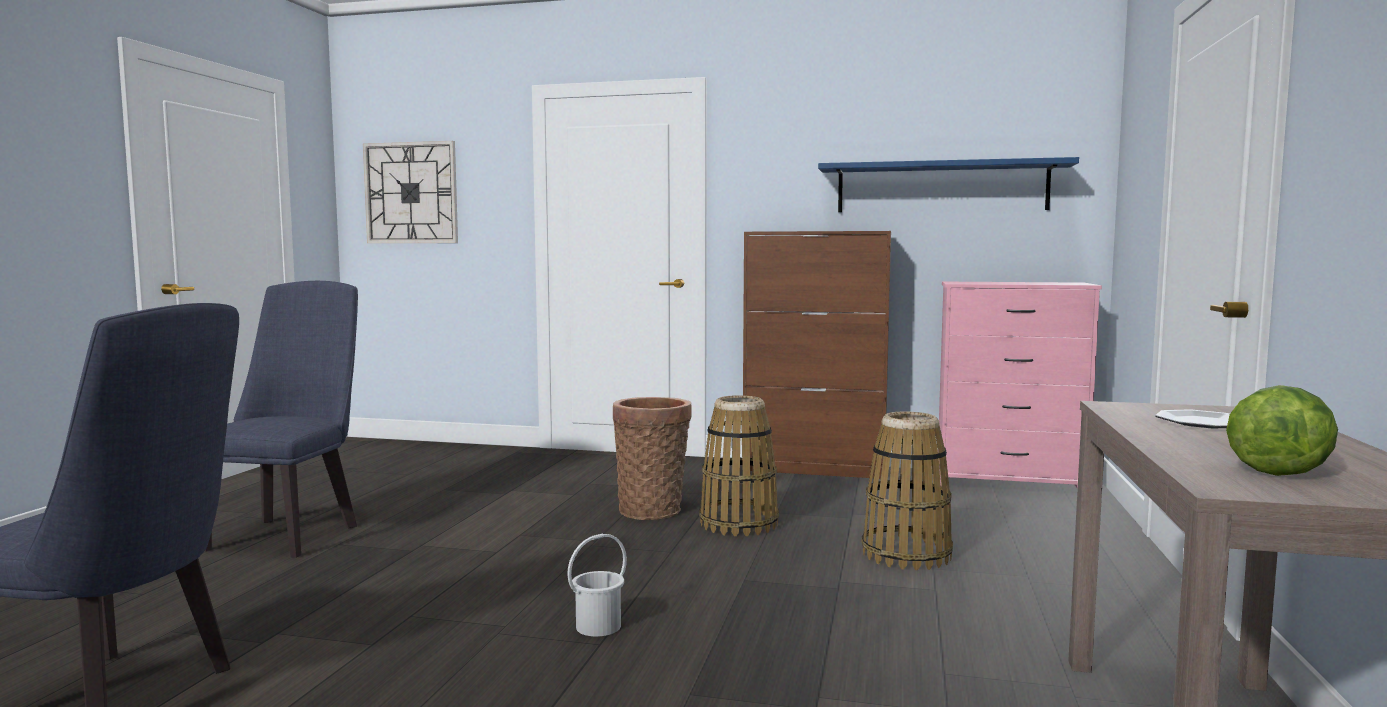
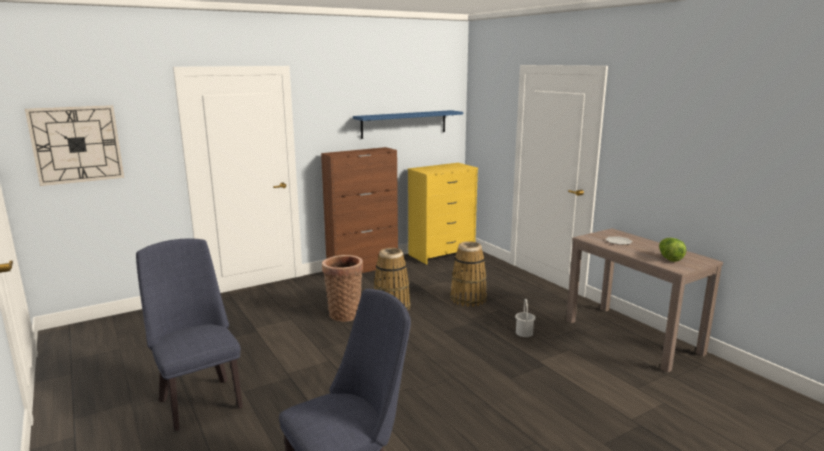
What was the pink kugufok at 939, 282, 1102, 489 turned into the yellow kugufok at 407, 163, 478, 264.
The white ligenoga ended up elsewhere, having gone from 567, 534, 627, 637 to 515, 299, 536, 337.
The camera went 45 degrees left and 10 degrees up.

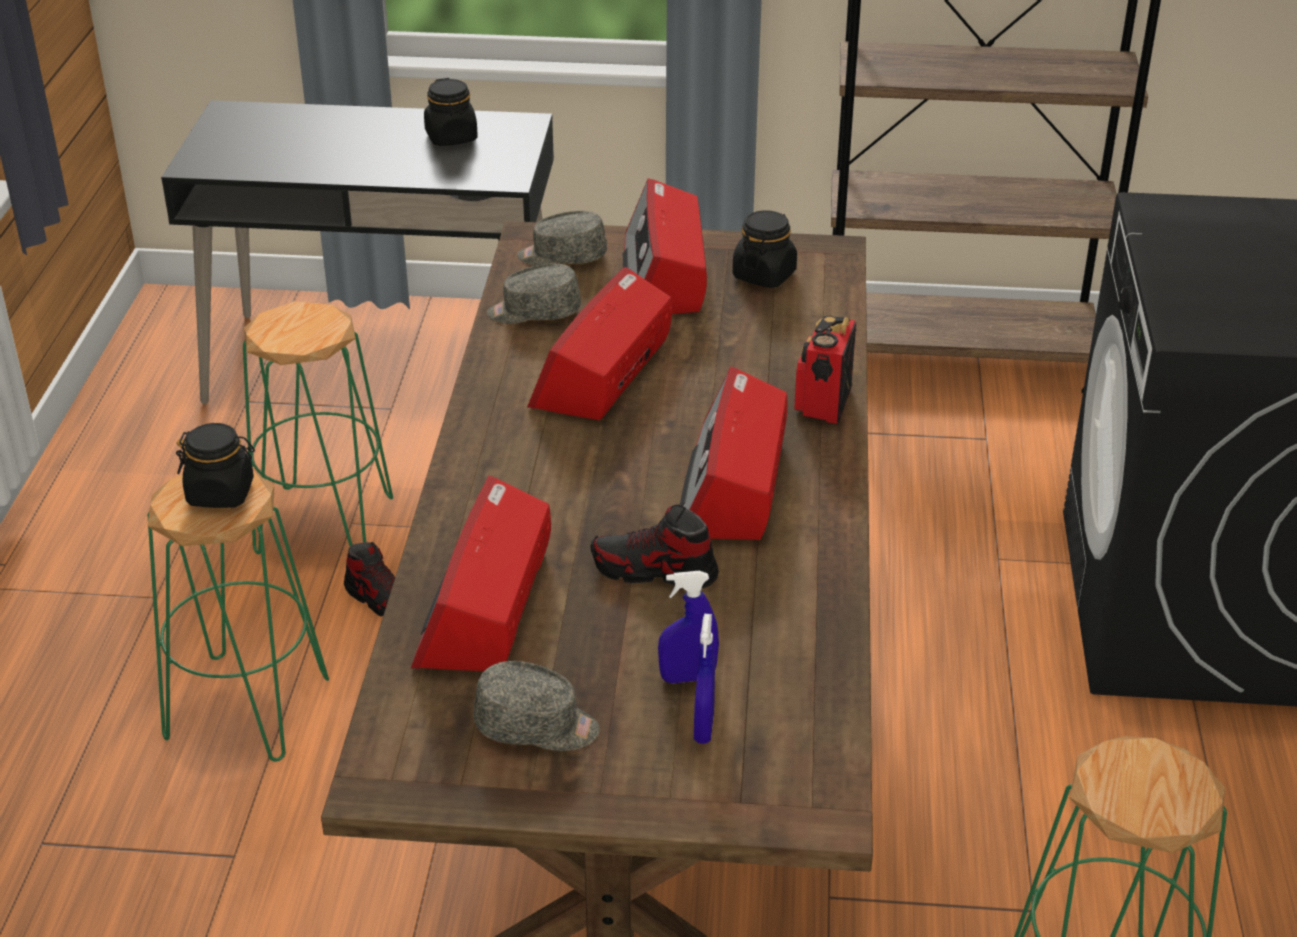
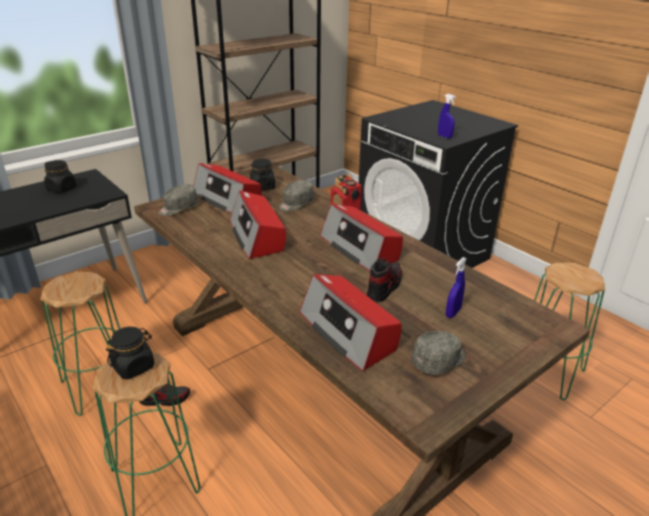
The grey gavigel ended up elsewhere, having gone from 487, 263, 581, 324 to 279, 180, 314, 212.
The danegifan at 590, 504, 719, 588 ended up facing another way, 150 degrees clockwise from before.
The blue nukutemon ended up elsewhere, having gone from 694, 614, 715, 744 to 438, 94, 456, 139.
The camera went 45 degrees left and 5 degrees down.

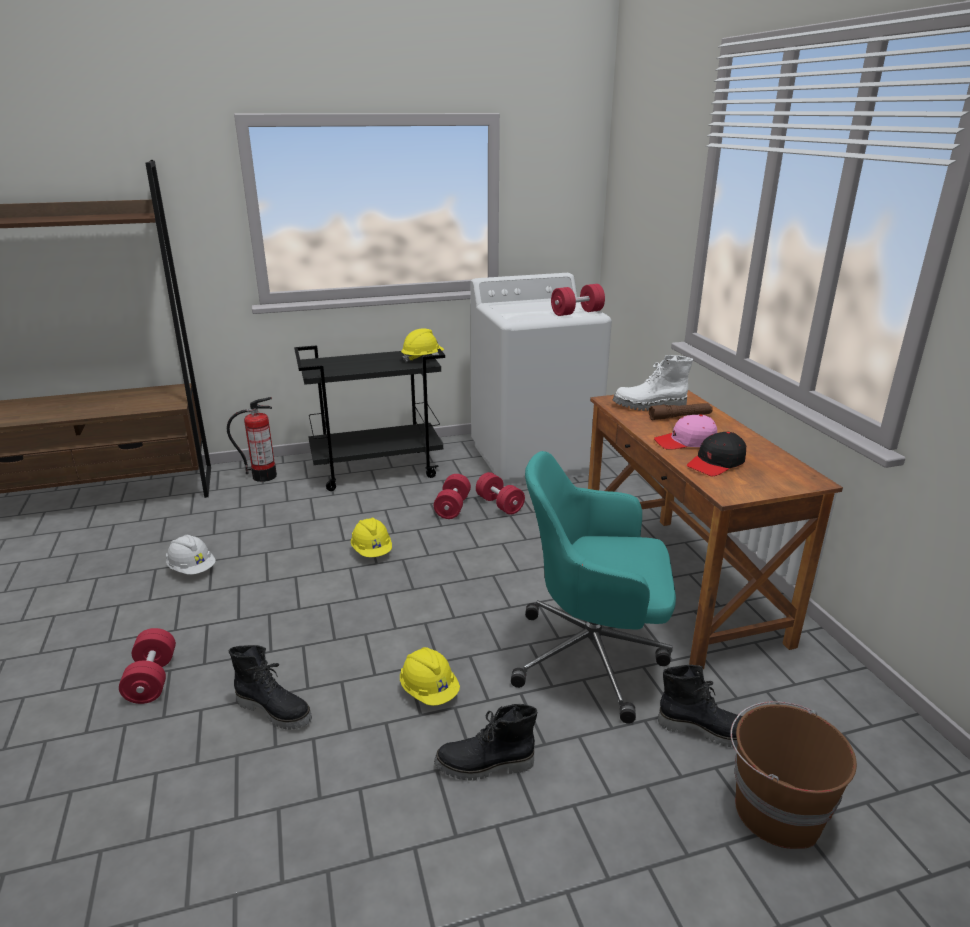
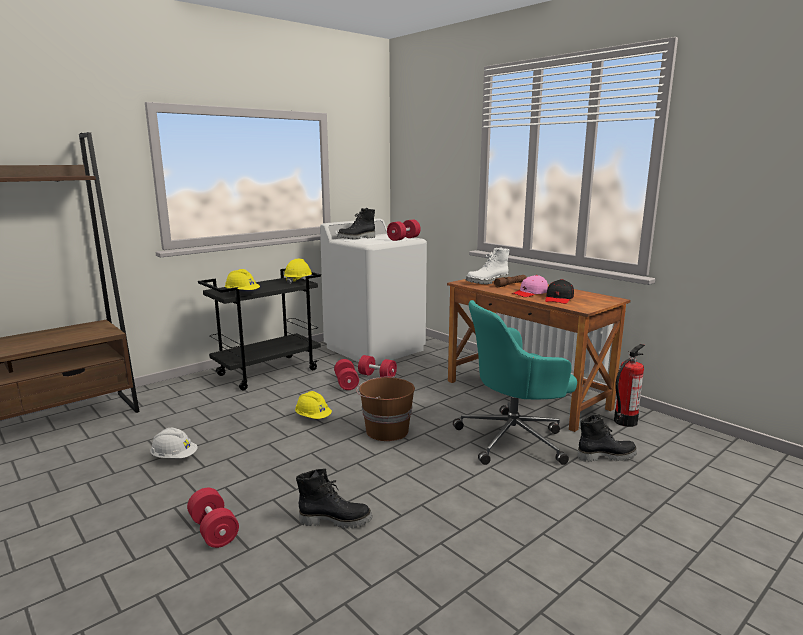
The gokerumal ended up elsewhere, having gone from 227, 397, 277, 482 to 614, 344, 645, 427.
The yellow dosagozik ended up elsewhere, having gone from 400, 647, 460, 706 to 225, 269, 260, 292.
The brown ligenoga ended up elsewhere, having gone from 730, 701, 857, 849 to 356, 376, 415, 441.
The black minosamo ended up elsewhere, having gone from 434, 704, 537, 781 to 337, 208, 375, 239.
The camera went 25 degrees left and 10 degrees down.

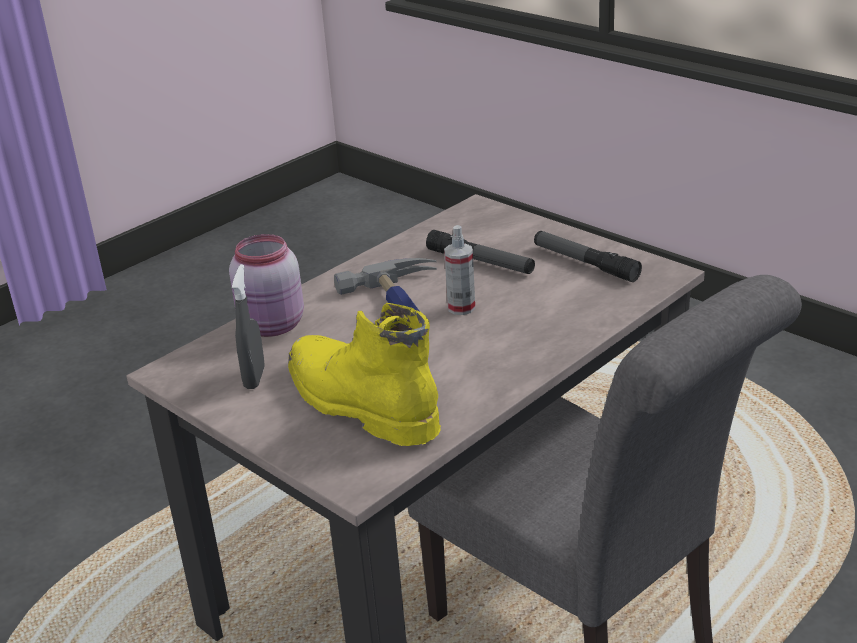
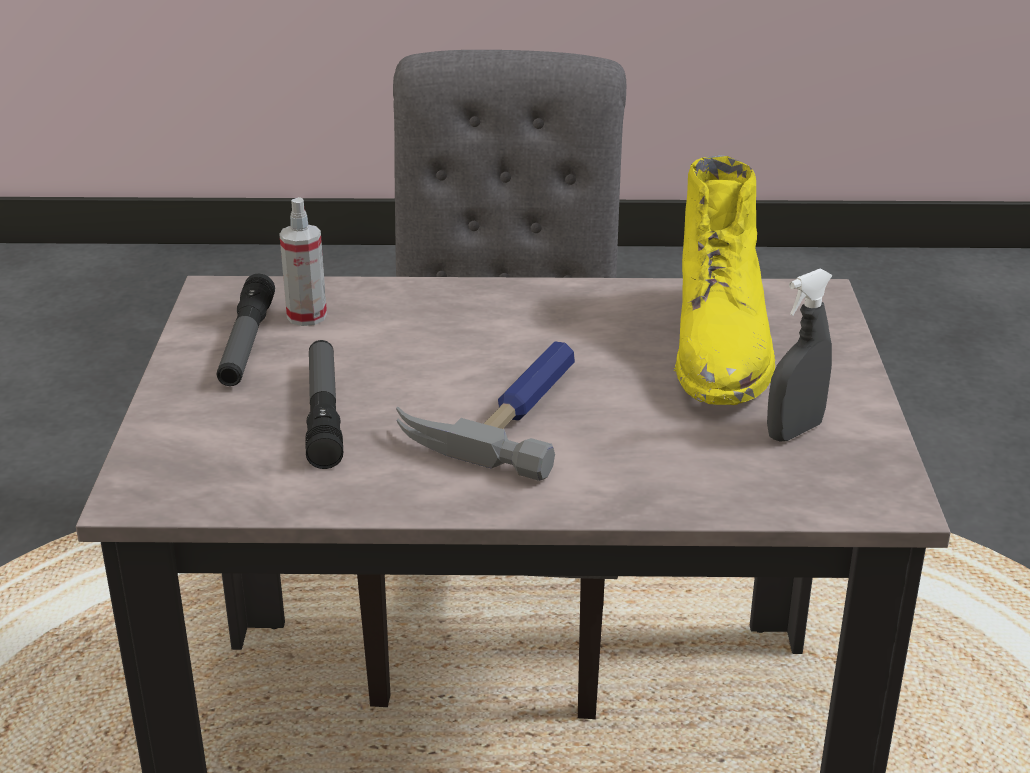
The nukutemon ended up elsewhere, having gone from 444, 225, 475, 315 to 279, 197, 327, 326.
The second view lost the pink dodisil at 229, 234, 304, 337.
The camera went 135 degrees left and 0 degrees up.

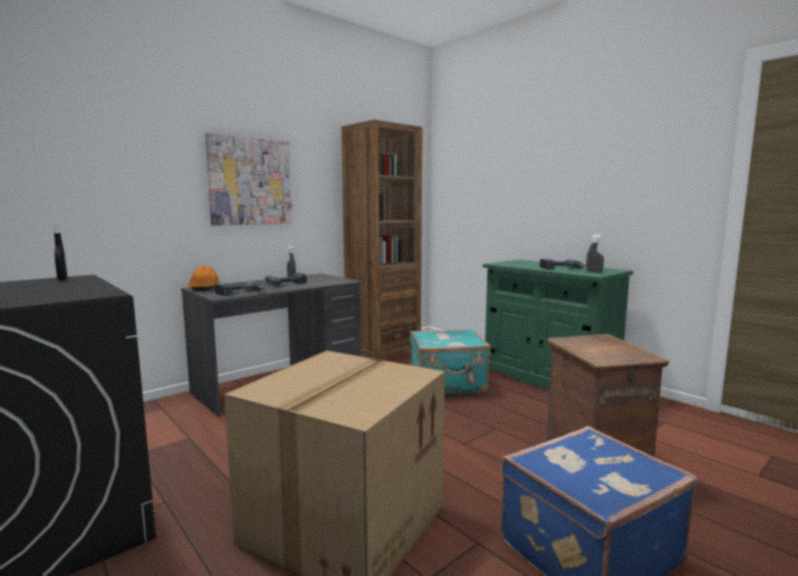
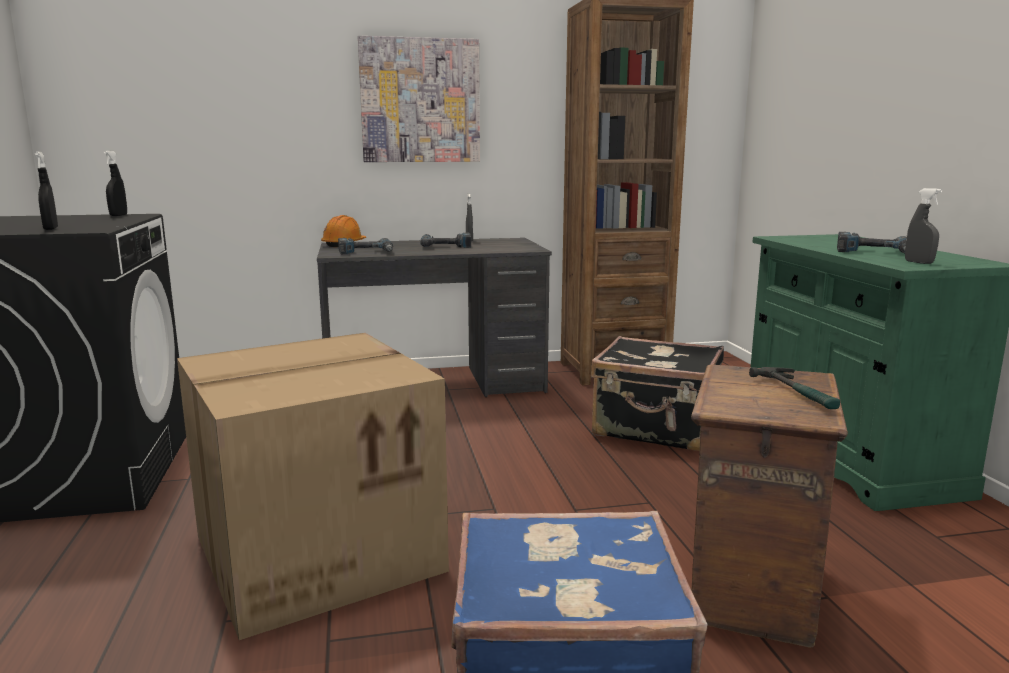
What was the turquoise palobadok at 410, 329, 491, 394 turned into the black palobadok at 591, 336, 724, 451.
The second view gained the black nukutemon at 35, 151, 58, 230.
The second view gained the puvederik at 749, 367, 840, 409.
The camera went 30 degrees right and 5 degrees up.

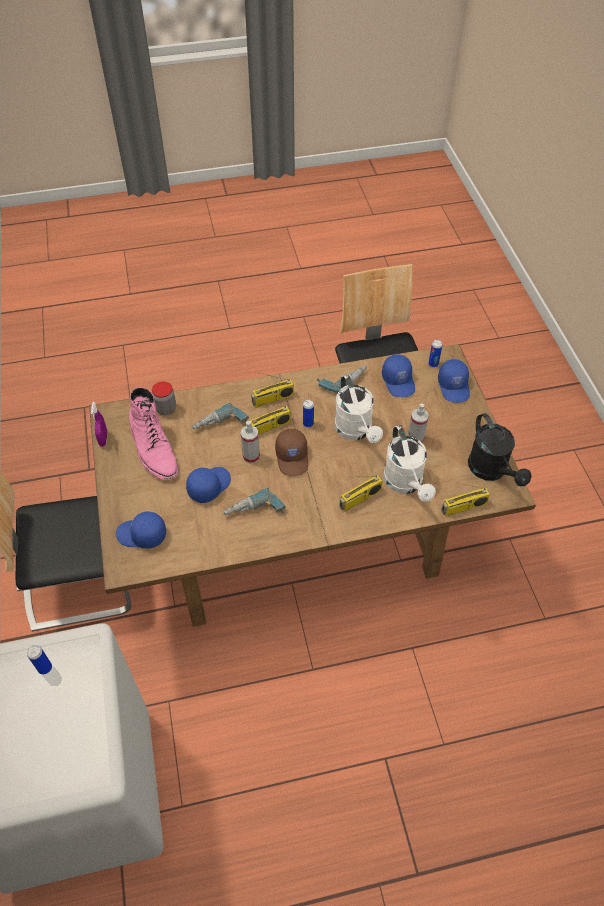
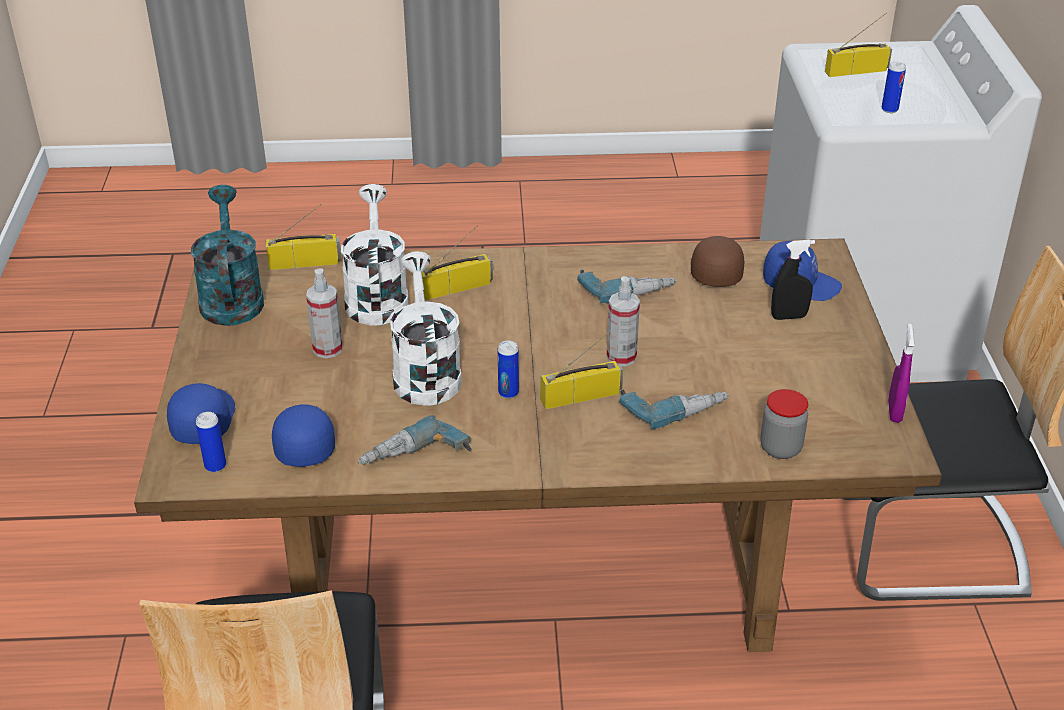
The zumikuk ended up elsewhere, having gone from 251, 372, 294, 407 to 825, 13, 892, 77.
The second view lost the pink minosamo at 129, 387, 179, 480.
What was the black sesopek at 468, 413, 532, 487 turned into the turquoise sesopek at 191, 185, 264, 326.
The brown gavigel ended up elsewhere, having gone from 275, 429, 308, 476 to 691, 236, 744, 287.
The second view lost the blue gavigel at 186, 467, 231, 503.
The second view gained the black nukutemon at 771, 240, 815, 320.
The camera went 170 degrees left and 15 degrees down.

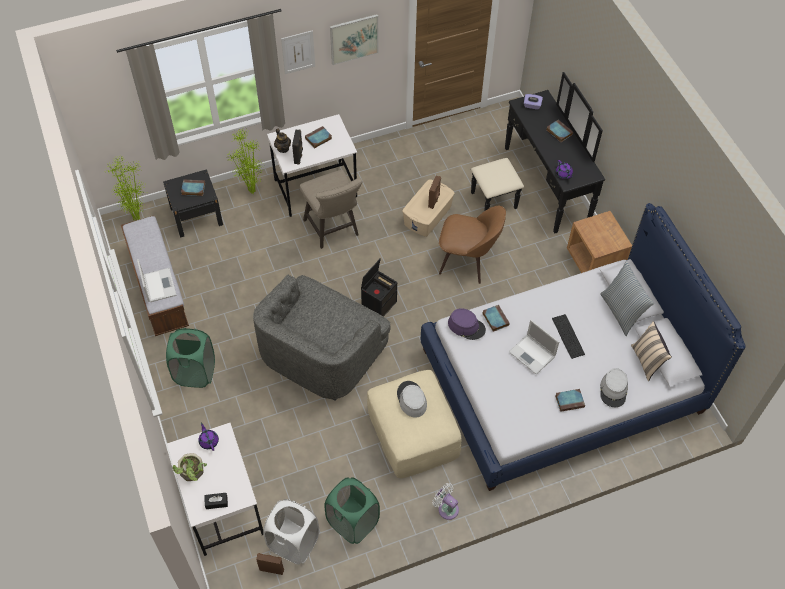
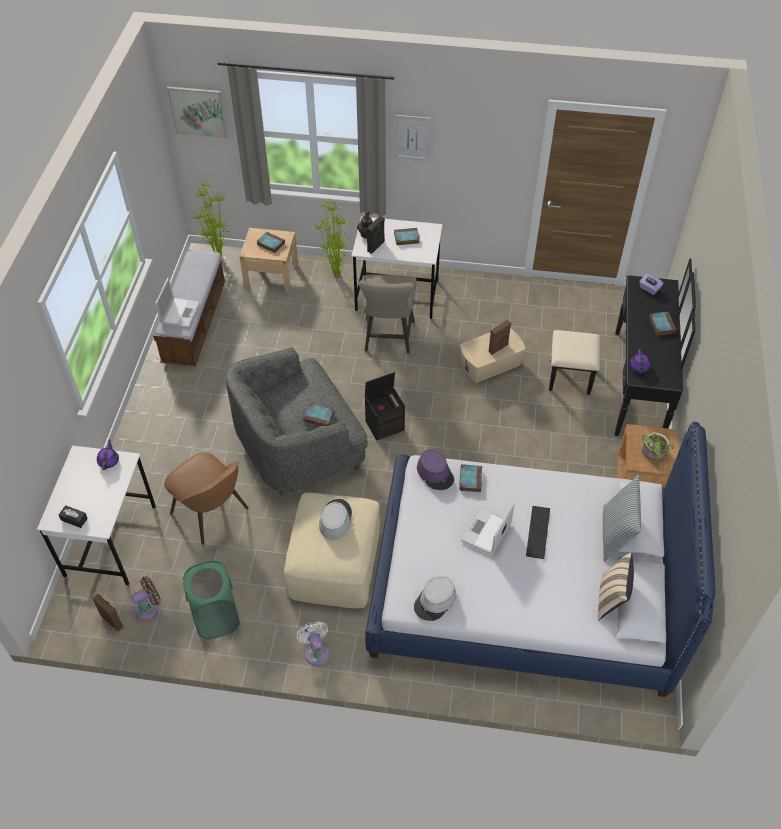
The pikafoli ended up elsewhere, having gone from 330, 14, 378, 65 to 167, 86, 228, 138.
What was the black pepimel at 163, 169, 223, 238 turned into the beige pepimel at 239, 228, 298, 293.
The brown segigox ended up elsewhere, having gone from 439, 206, 506, 284 to 164, 452, 249, 545.
The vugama at 509, 319, 559, 375 ended up facing another way, 45 degrees clockwise from before.
The second view lost the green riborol at 166, 328, 215, 388.
The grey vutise ended up elsewhere, having gone from 600, 368, 628, 407 to 414, 576, 456, 621.
The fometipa ended up elsewhere, having gone from 555, 389, 585, 412 to 303, 404, 335, 426.
The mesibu ended up elsewhere, having gone from 173, 453, 207, 481 to 641, 432, 675, 461.
Where the white riborol stood at 263, 499, 319, 564, the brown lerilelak came to stand at 131, 576, 161, 620.
The camera went 30 degrees right and 5 degrees down.

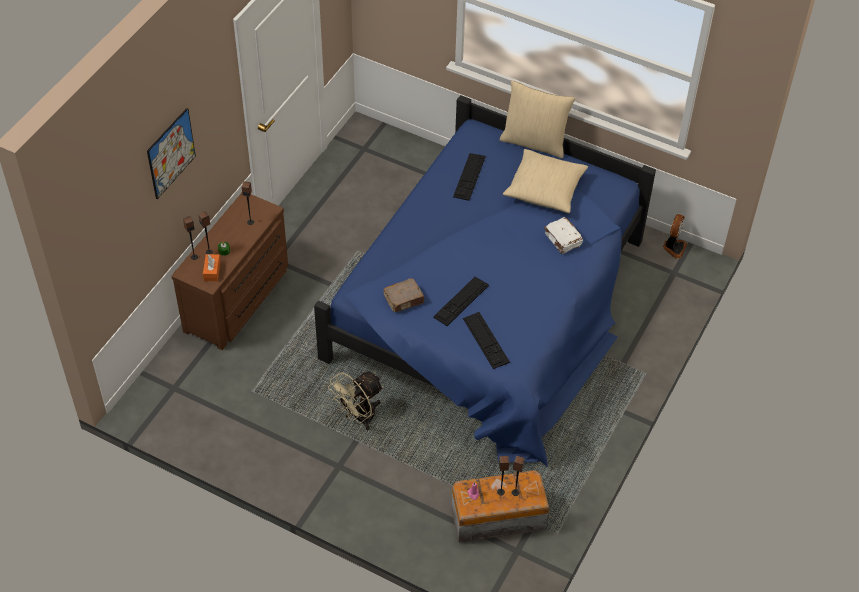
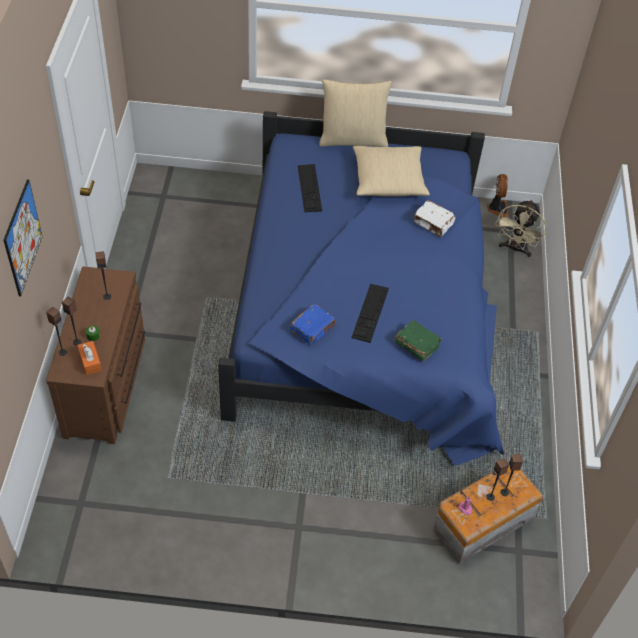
What was the brown fometipa at 383, 278, 424, 312 turned into the blue fometipa at 291, 304, 336, 345.
Where the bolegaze stood at 463, 312, 510, 369, the green fometipa came to stand at 395, 320, 442, 361.
The beige lerilelak ended up elsewhere, having gone from 328, 371, 383, 430 to 495, 200, 546, 257.
The camera went 25 degrees left and 0 degrees up.

